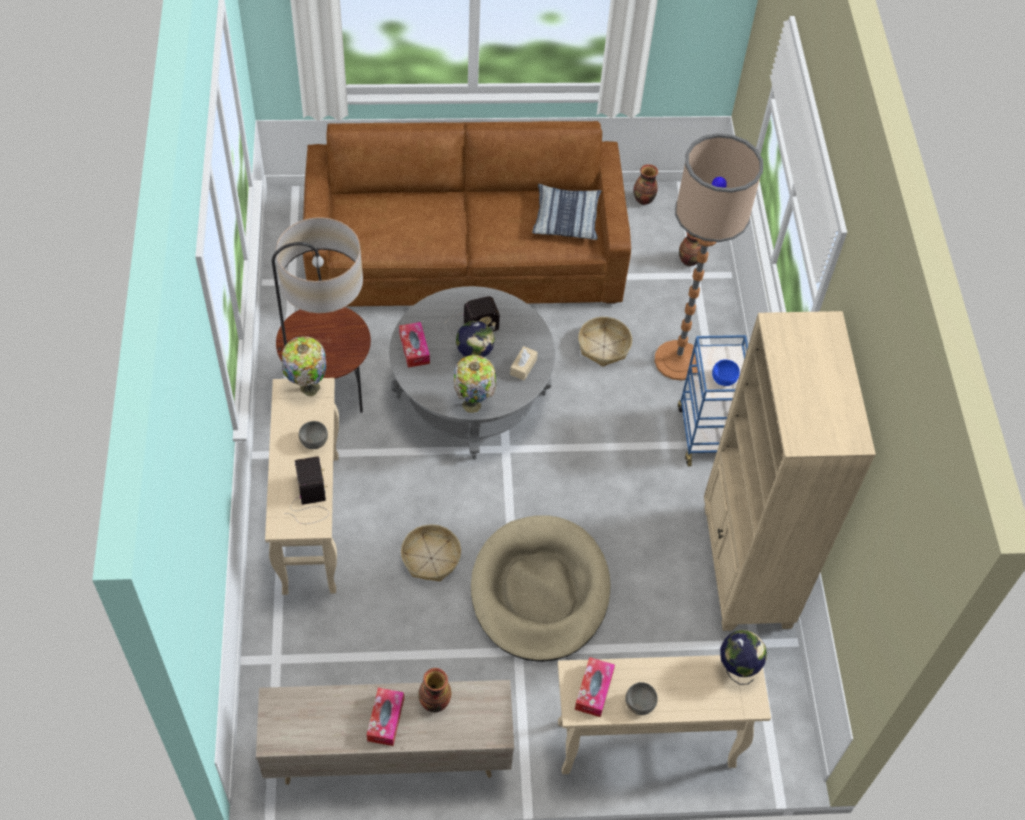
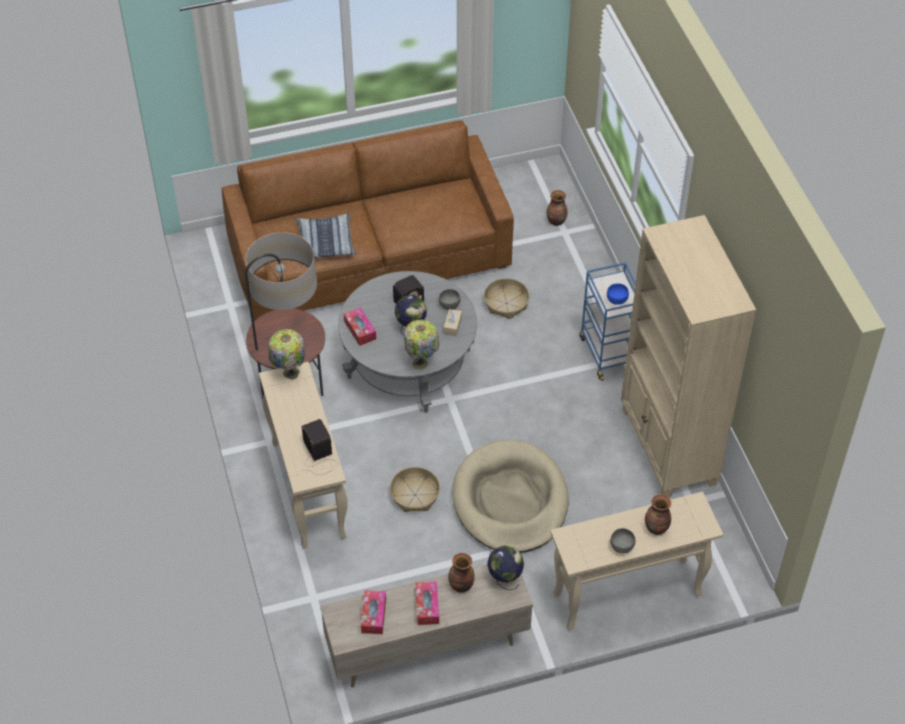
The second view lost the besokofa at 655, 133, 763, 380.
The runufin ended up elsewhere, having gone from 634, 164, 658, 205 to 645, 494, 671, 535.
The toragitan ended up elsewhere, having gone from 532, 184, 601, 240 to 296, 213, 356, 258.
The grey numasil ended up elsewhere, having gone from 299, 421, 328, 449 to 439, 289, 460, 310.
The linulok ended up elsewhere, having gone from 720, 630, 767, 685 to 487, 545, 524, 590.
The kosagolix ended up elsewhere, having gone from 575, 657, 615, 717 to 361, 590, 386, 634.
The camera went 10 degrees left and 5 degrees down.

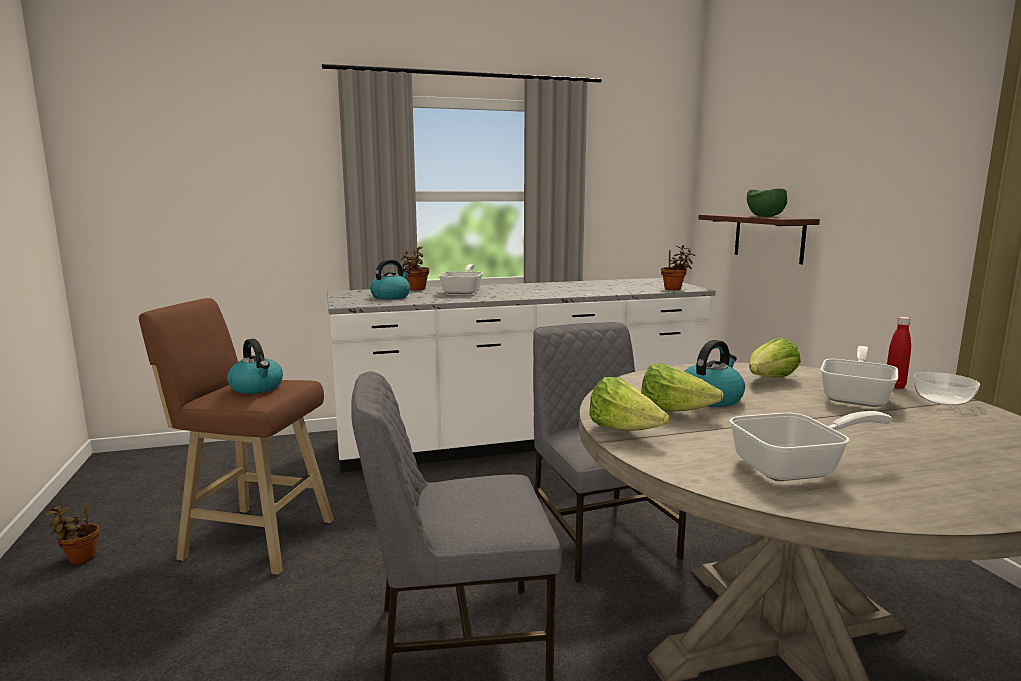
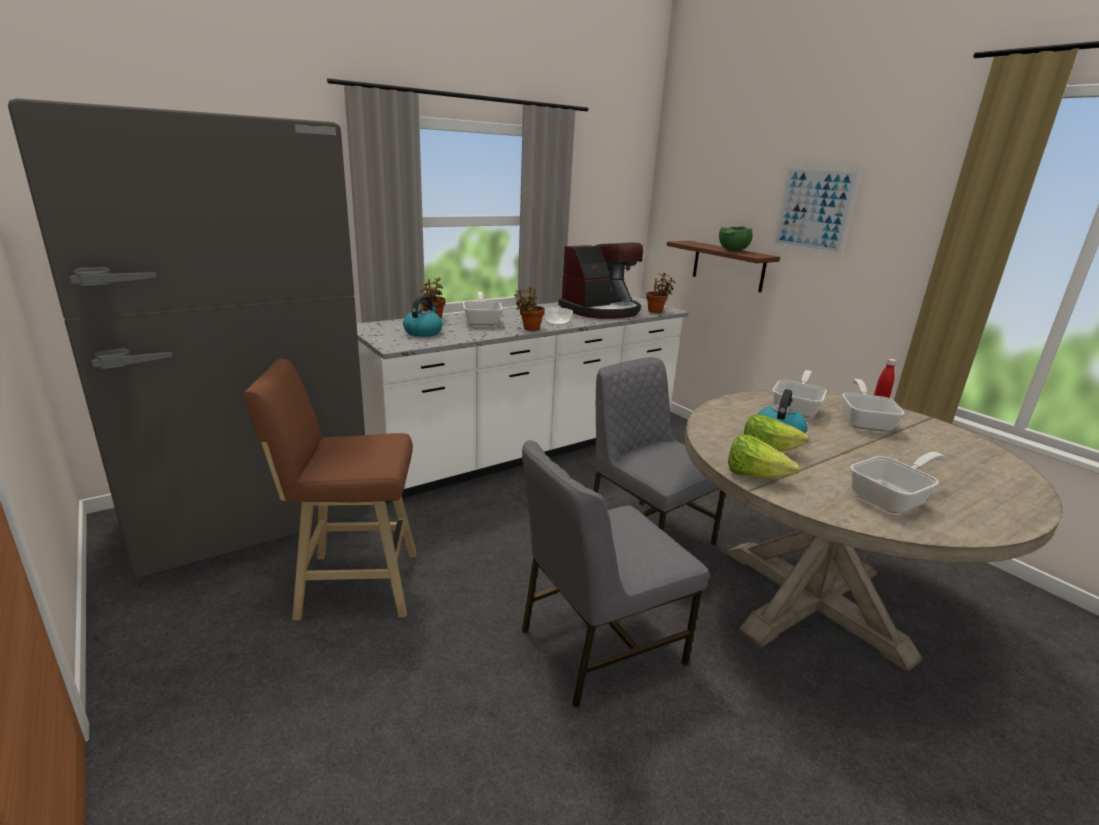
Where the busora stood at 749, 338, 801, 377, the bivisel came to stand at 772, 370, 827, 418.
The second view lost the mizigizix at 227, 339, 283, 394.
The numasil ended up elsewhere, having gone from 913, 372, 980, 406 to 544, 307, 573, 325.
The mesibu ended up elsewhere, having gone from 44, 503, 100, 565 to 514, 286, 545, 331.
The second view gained the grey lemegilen at 8, 98, 371, 579.
The second view gained the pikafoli at 773, 166, 861, 256.
The second view gained the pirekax at 558, 243, 643, 319.
The camera went 20 degrees left and 10 degrees up.

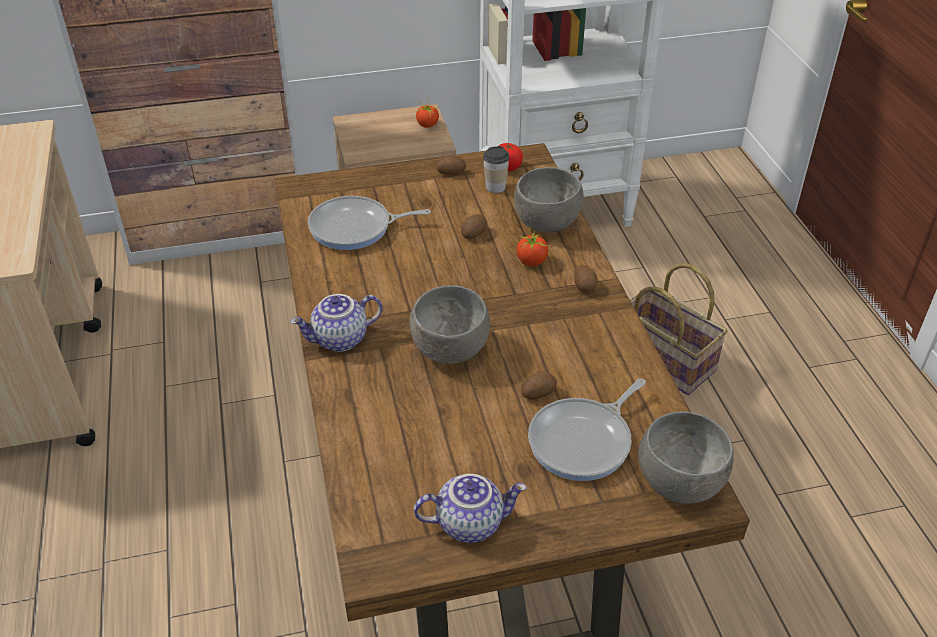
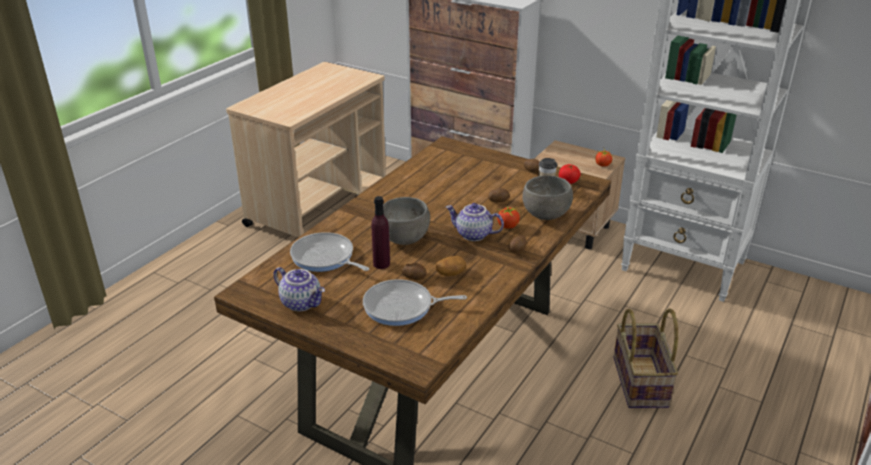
The bivisel ended up elsewhere, having gone from 308, 196, 431, 250 to 290, 232, 369, 272.
The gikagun ended up elsewhere, having gone from 290, 294, 383, 352 to 446, 203, 504, 241.
The second view lost the grey numasil at 638, 411, 734, 504.
The second view gained the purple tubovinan at 371, 196, 390, 269.
The second view gained the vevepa at 435, 256, 466, 276.
The camera went 45 degrees right and 10 degrees down.

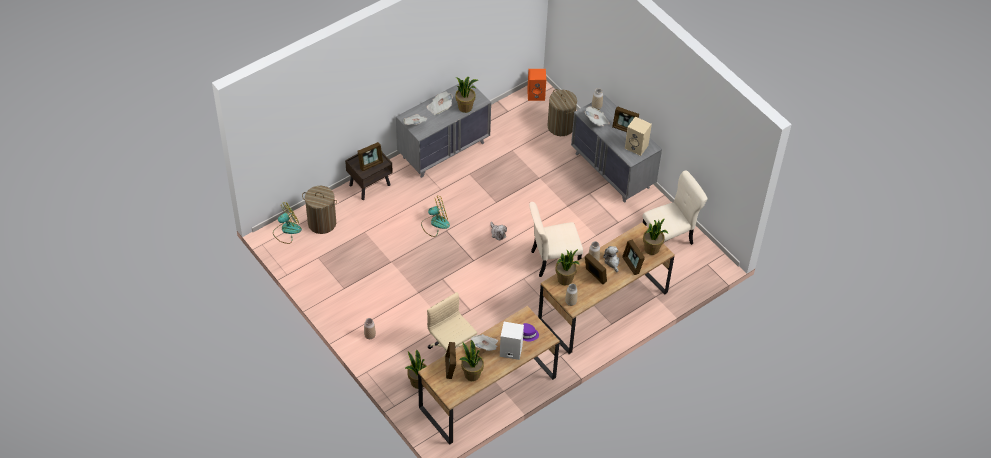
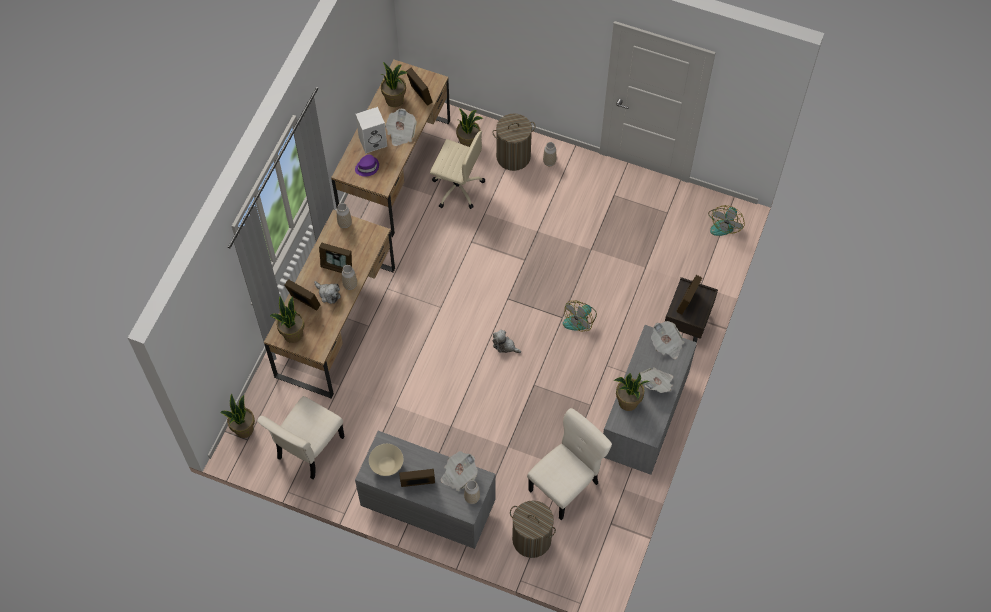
The second view lost the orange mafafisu at 527, 69, 546, 101.
Where the beige mafafisu stood at 625, 117, 652, 156, the beige numasil came to stand at 369, 444, 404, 476.
The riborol ended up elsewhere, having gone from 302, 186, 337, 234 to 492, 114, 536, 171.
The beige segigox ended up elsewhere, having gone from 529, 202, 583, 277 to 527, 408, 612, 520.
The mesibu ended up elsewhere, having gone from 555, 249, 580, 285 to 220, 394, 255, 438.
The camera went 150 degrees right and 10 degrees up.

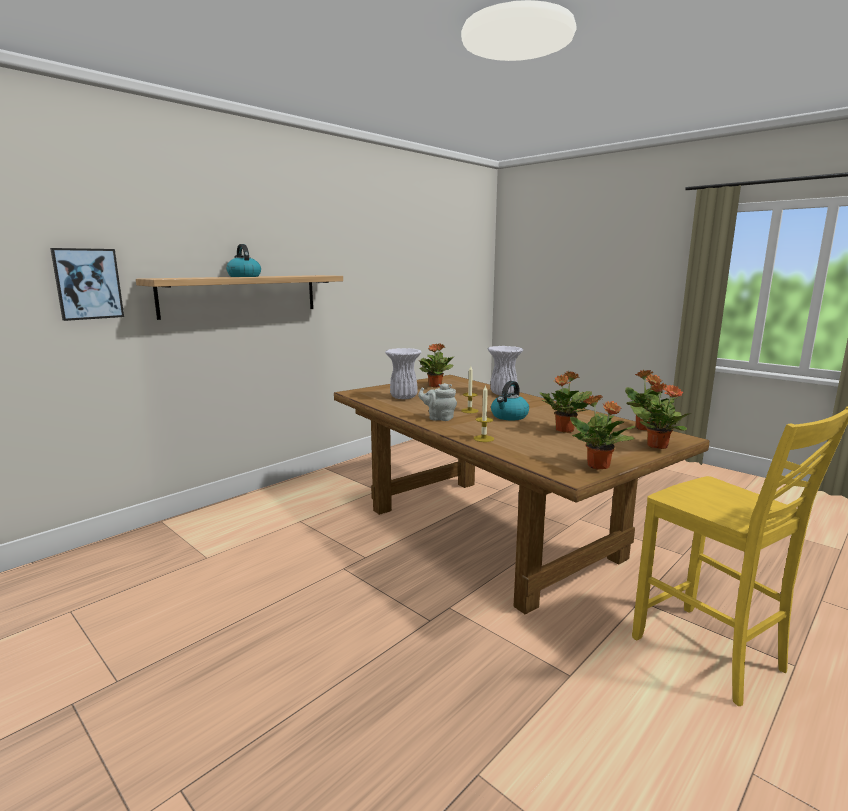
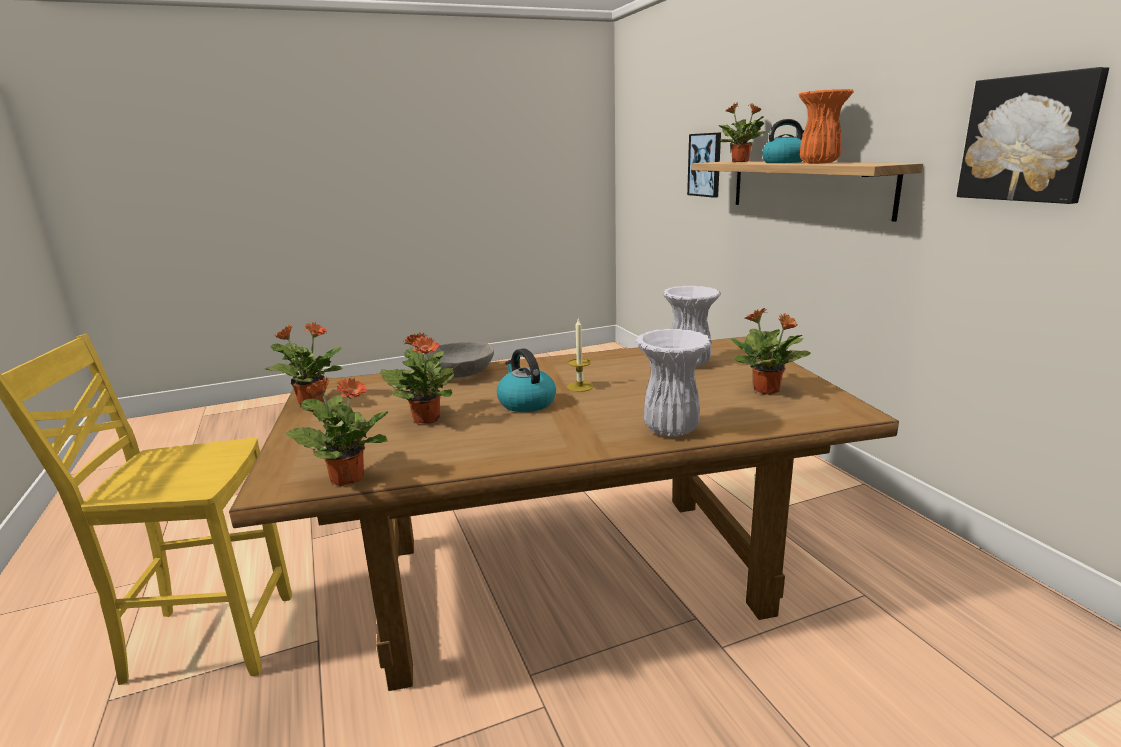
The second view lost the grey gikagun at 418, 383, 457, 421.
The mesibu ended up elsewhere, having gone from 630, 383, 691, 449 to 719, 102, 767, 162.
Where the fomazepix stood at 474, 385, 494, 442, the grey numasil came to stand at 426, 342, 494, 378.
The second view gained the pikafoli at 957, 67, 1109, 204.
The second view gained the orange runufin at 799, 89, 854, 164.
The camera went 115 degrees right and 5 degrees up.

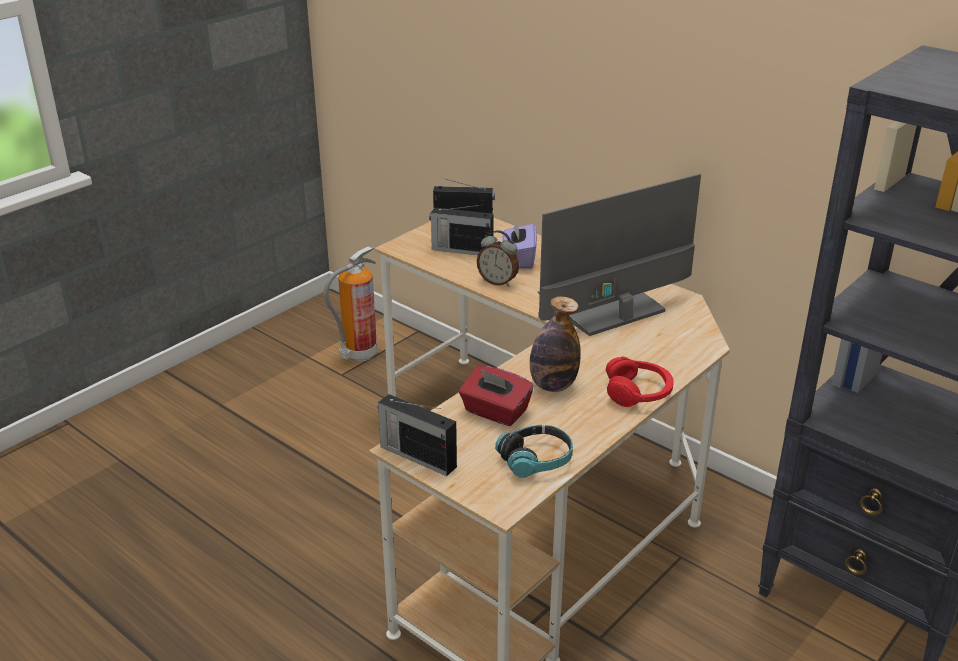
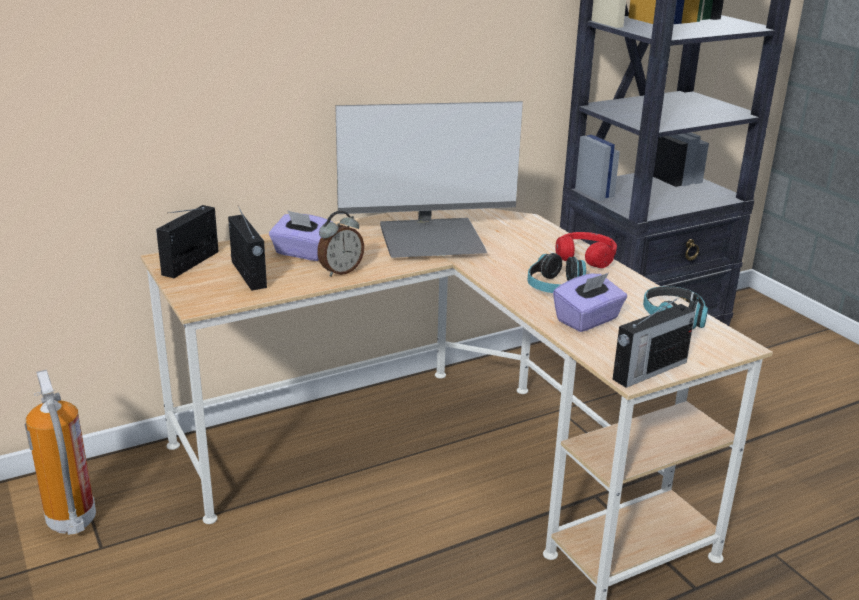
The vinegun at 538, 174, 701, 336 ended up facing another way, 90 degrees counterclockwise from before.
The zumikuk at 429, 205, 494, 255 ended up facing another way, 60 degrees counterclockwise from before.
Where the tubovinan stood at 530, 296, 581, 392, the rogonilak came to stand at 528, 253, 586, 293.
What was the red kosagolix at 459, 366, 534, 426 turned into the purple kosagolix at 553, 273, 627, 332.
The camera went 70 degrees left and 5 degrees down.

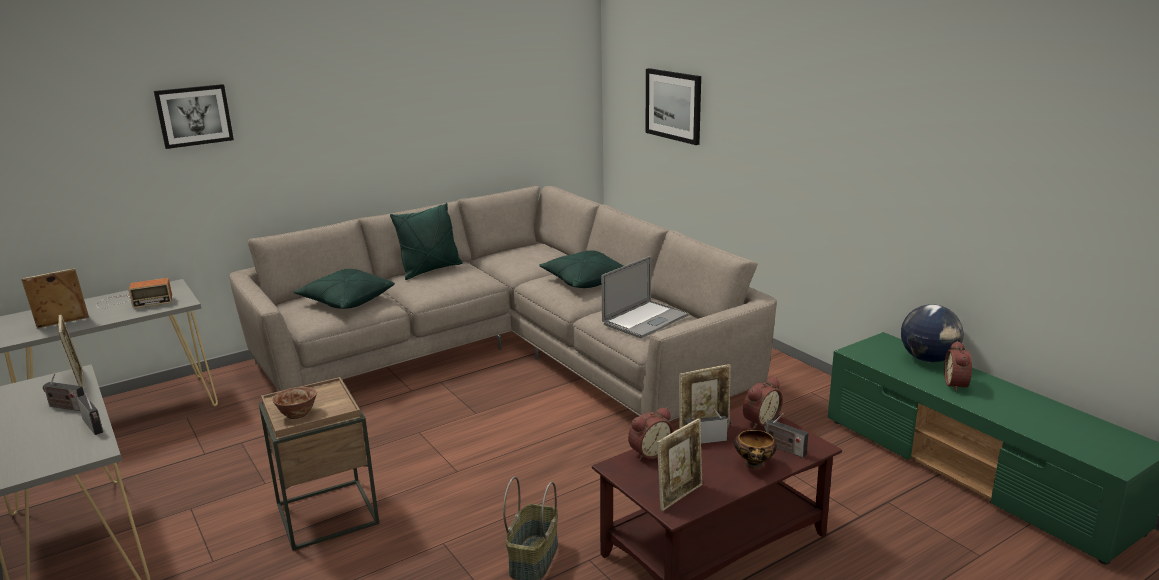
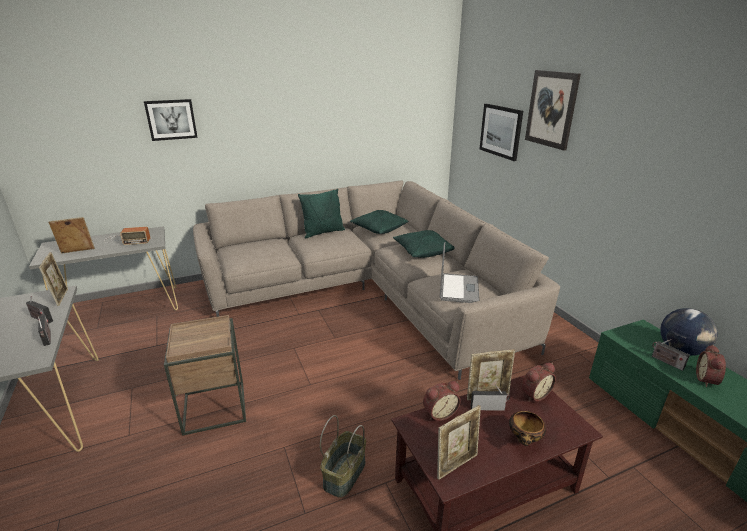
The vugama at 601, 256, 689, 338 ended up facing another way, 45 degrees counterclockwise from before.
The green toragitan ended up elsewhere, having gone from 294, 269, 395, 309 to 350, 210, 408, 234.
The second view lost the numasil at 272, 387, 317, 419.
The zumikuk ended up elsewhere, having gone from 763, 413, 808, 458 to 652, 339, 690, 371.
The second view gained the pikafoli at 525, 70, 581, 150.
The camera went 10 degrees right and 5 degrees up.

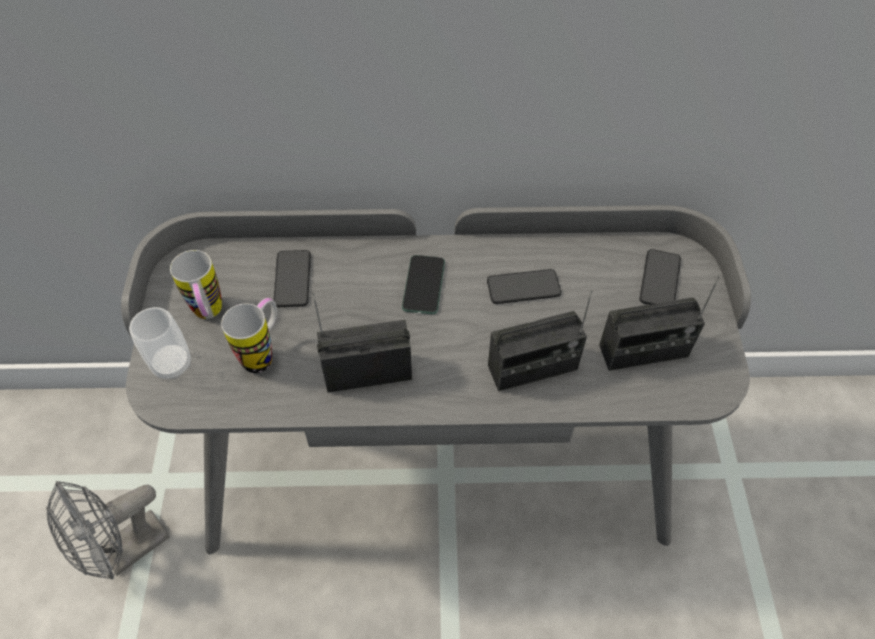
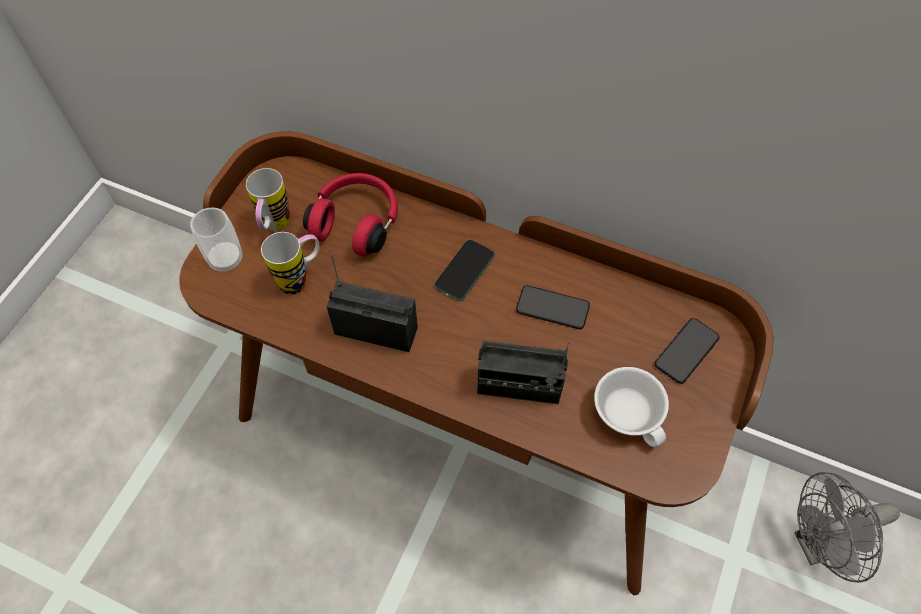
What was the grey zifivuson at 121, 205, 751, 555 turned into the brown zifivuson at 179, 131, 774, 595.
Where the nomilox stood at 274, 250, 311, 307, the red rogonilak came to stand at 303, 173, 398, 256.
Where the zumikuk stood at 599, 276, 720, 371, the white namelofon came to stand at 594, 367, 669, 447.
The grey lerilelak ended up elsewhere, having gone from 46, 481, 170, 579 to 794, 472, 900, 583.
The camera went 25 degrees right and 5 degrees up.

